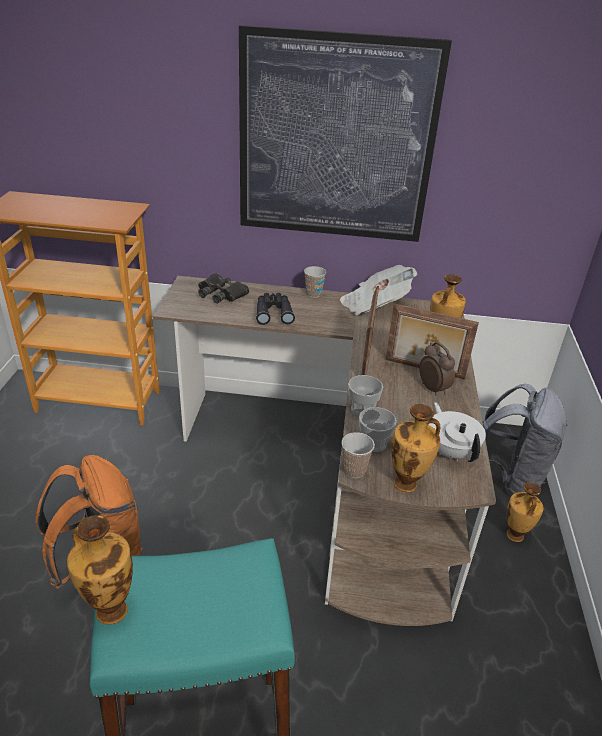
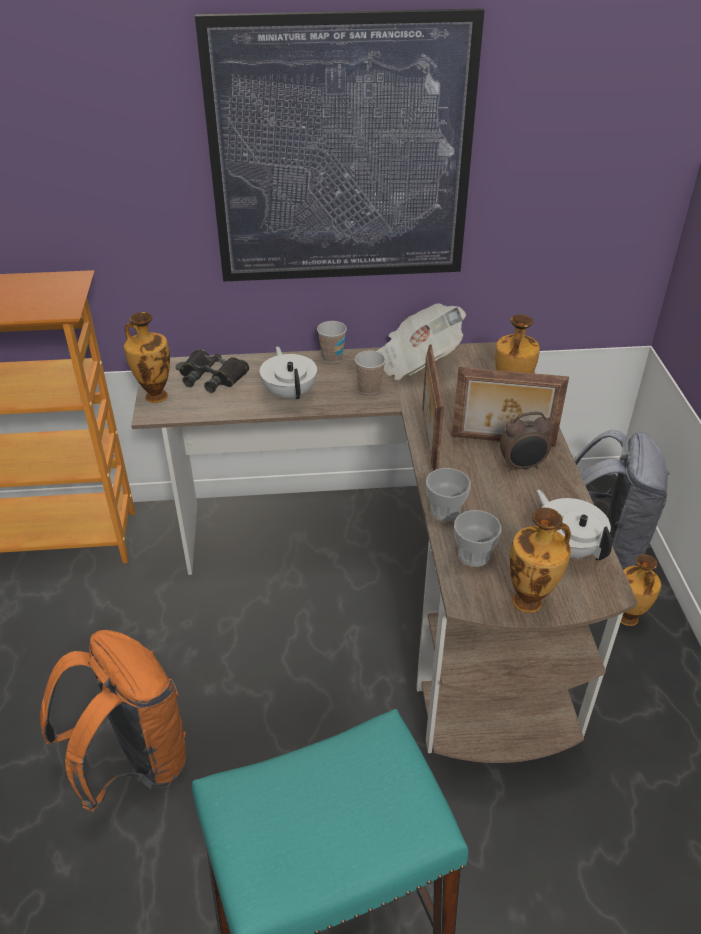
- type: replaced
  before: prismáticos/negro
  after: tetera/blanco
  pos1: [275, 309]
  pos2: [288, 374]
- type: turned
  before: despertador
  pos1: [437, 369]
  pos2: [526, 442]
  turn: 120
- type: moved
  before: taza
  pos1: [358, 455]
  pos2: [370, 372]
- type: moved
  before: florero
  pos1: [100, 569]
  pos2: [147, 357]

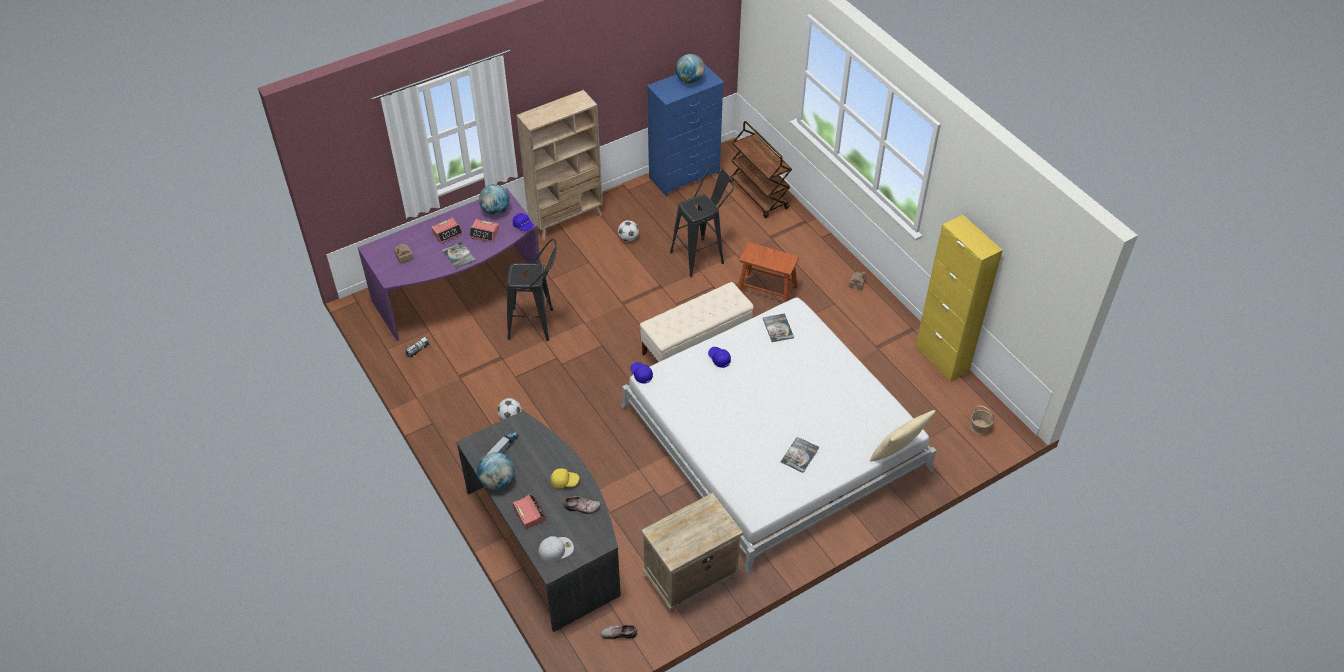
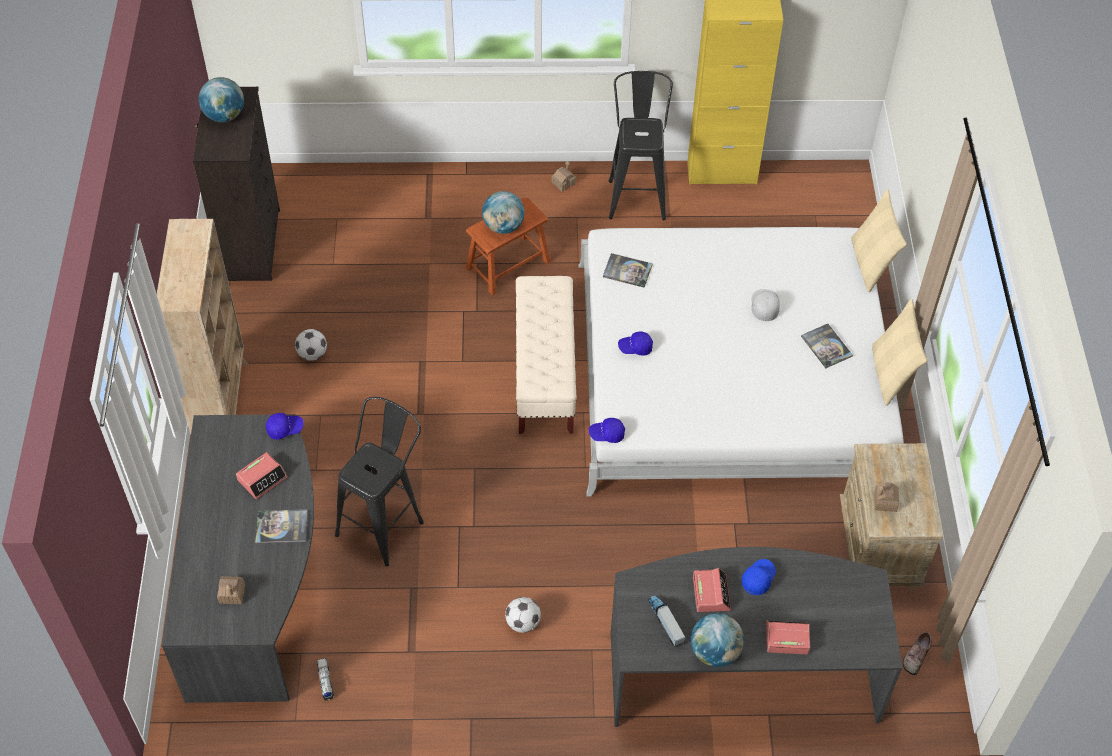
- type: recoloured
  before: cómoda/azul
  after: cómoda/negro
  pos1: [685, 130]
  pos2: [236, 184]
- type: removed
  before: carrito/marrón
  pos1: [760, 169]
- type: moved
  before: taburete/negro
  pos1: [702, 221]
  pos2: [641, 145]
- type: moved
  before: globo terráqueo
  pos1: [494, 199]
  pos2: [503, 212]
- type: recoloured
  before: escritorio/morado
  after: escritorio/gris
  pos1: [449, 264]
  pos2: [237, 558]
- type: moved
  before: despertador
  pos1: [447, 231]
  pos2: [712, 590]
- type: removed
  before: cesta
  pos1: [982, 420]
- type: recoloured
  before: gorra/amarillo
  after: gorra/azul
  pos1: [564, 478]
  pos2: [758, 577]
- type: removed
  before: zapato
  pos1: [582, 505]
- type: moved
  before: gorra/blanco
  pos1: [556, 549]
  pos2: [766, 305]
- type: added
  after: cojín/beis
  pos2: [899, 352]
- type: added
  after: casita
  pos2: [886, 497]

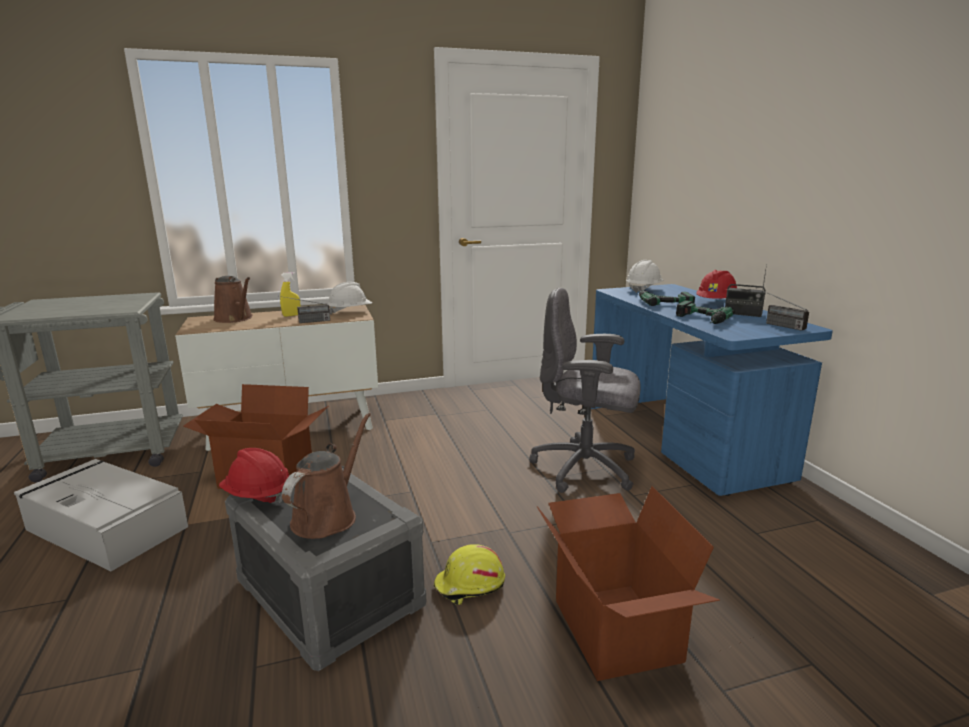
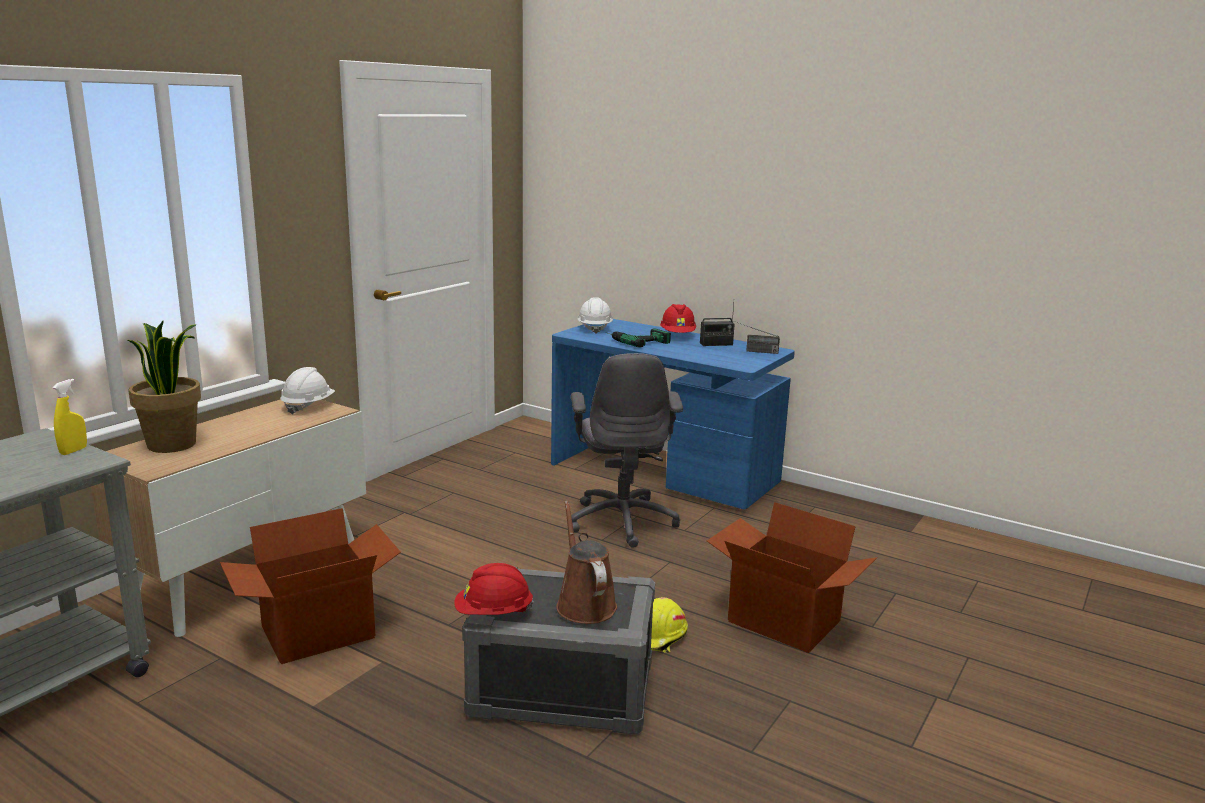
- type: moved
  before: pulverizador/amarillo
  pos1: [290, 294]
  pos2: [70, 417]
- type: replaced
  before: regadera/marrón
  after: planta en maceta
  pos1: [233, 299]
  pos2: [164, 387]
- type: turned
  before: silla de oficina/gris
  pos1: [584, 390]
  pos2: [627, 450]
  turn: -75
- type: removed
  before: radio
  pos1: [304, 309]
- type: removed
  before: taladro
  pos1: [705, 312]
- type: removed
  before: caja de almacenaje/gris
  pos1: [101, 515]

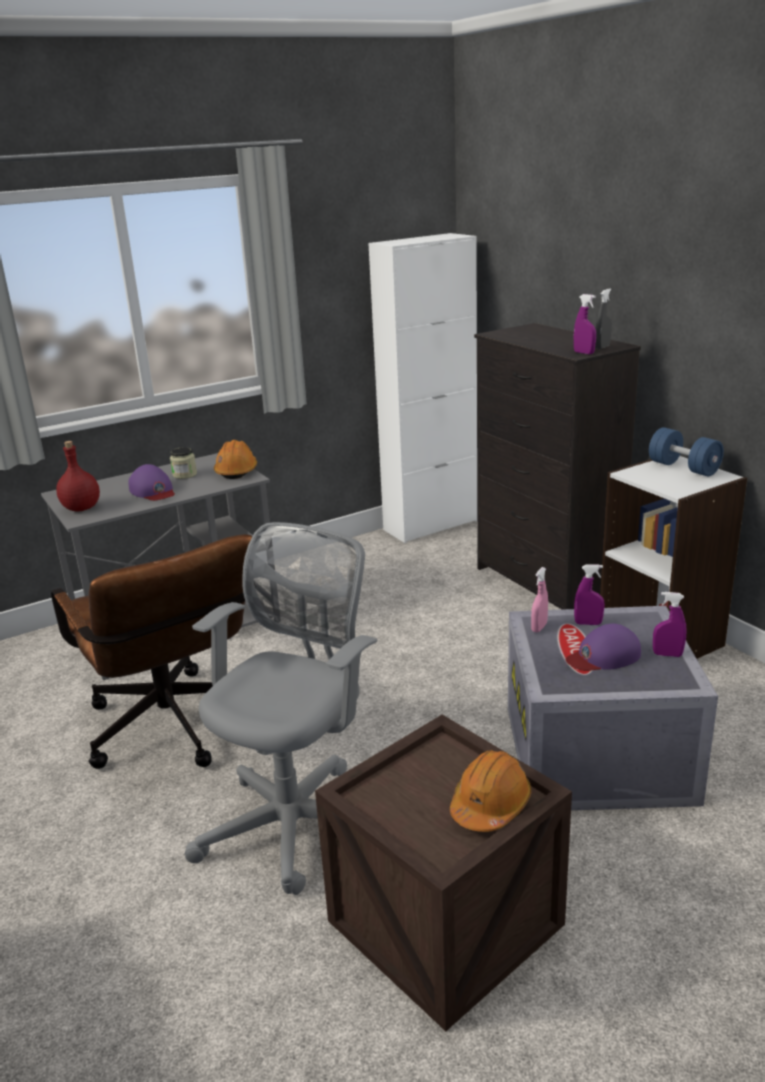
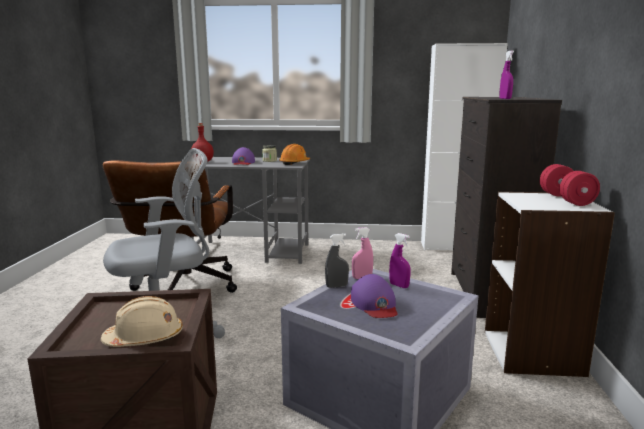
- type: moved
  before: pulverizador/gris
  pos1: [603, 319]
  pos2: [337, 261]
- type: recoloured
  before: mancuerna/azul
  after: mancuerna/rojo
  pos1: [686, 451]
  pos2: [570, 185]
- type: removed
  before: pulverizador/morado
  pos1: [669, 624]
- type: turned
  before: gorra/morado
  pos1: [603, 647]
  pos2: [374, 296]
  turn: -120
- type: recoloured
  before: casco/naranja
  after: casco/beis
  pos1: [491, 791]
  pos2: [142, 321]

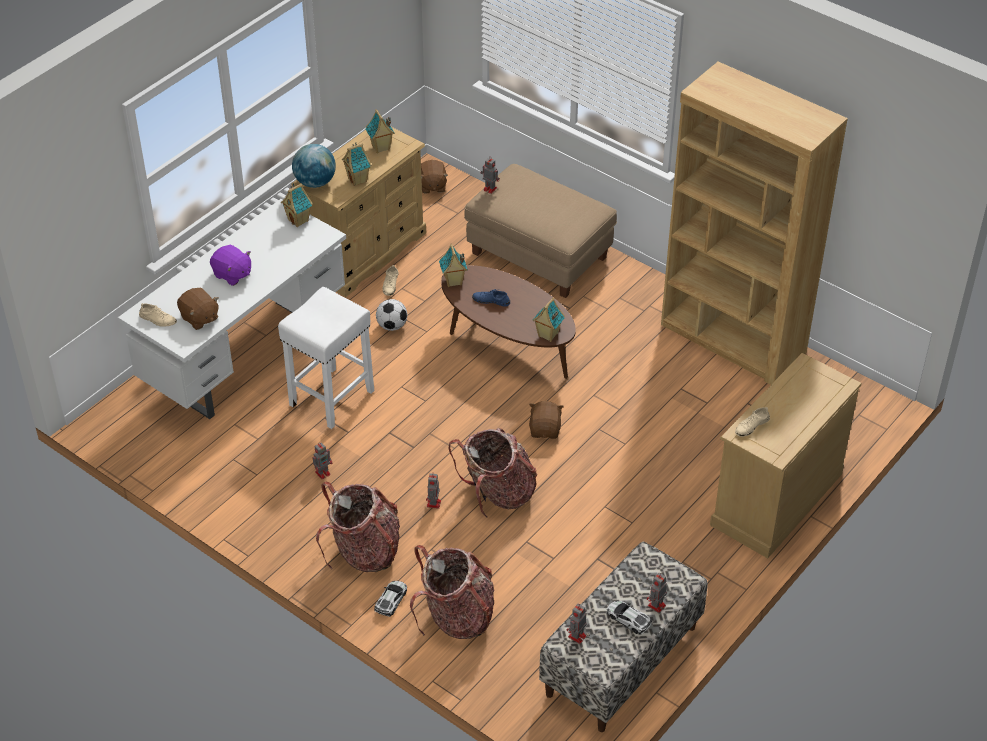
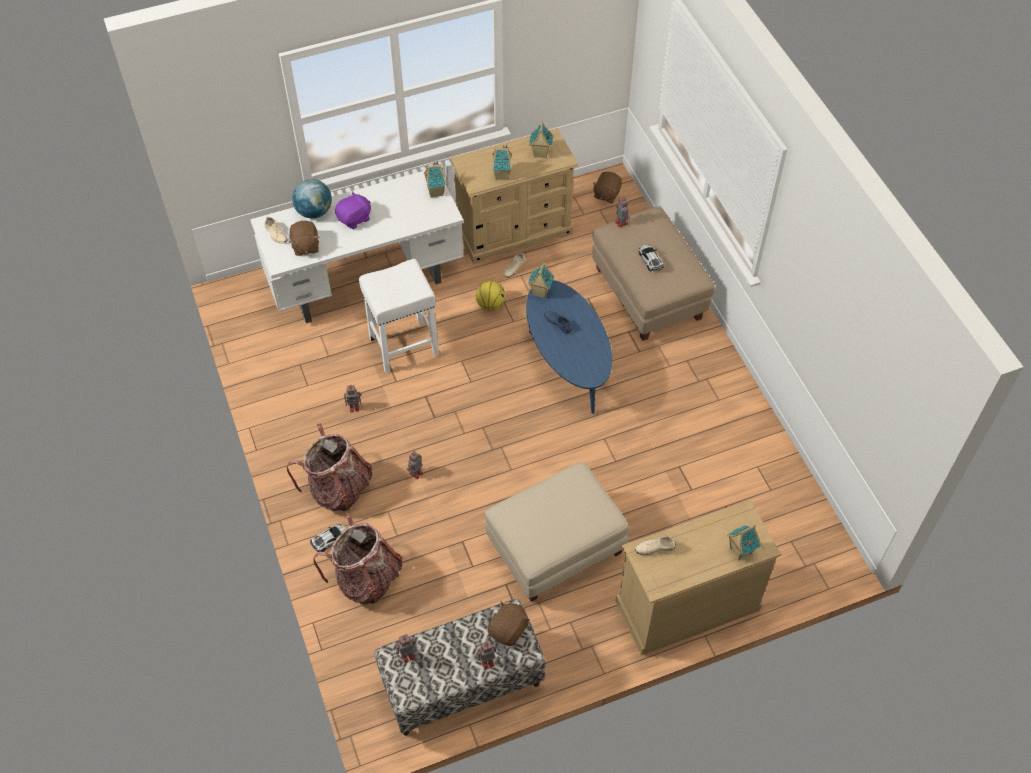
- type: removed
  before: estantería/marrón
  pos1: [754, 223]
- type: moved
  before: globo terráqueo
  pos1: [314, 166]
  pos2: [312, 199]
- type: turned
  before: peluche/morado
  pos1: [230, 265]
  pos2: [353, 210]
  turn: -105
- type: recoloured
  before: mesa de centro/marrón
  after: mesa de centro/azul
  pos1: [508, 322]
  pos2: [569, 347]
- type: moved
  before: casita
  pos1: [549, 319]
  pos2: [744, 542]
- type: replaced
  before: balón de fútbol
  after: balón de baloncesto
  pos1: [391, 315]
  pos2: [490, 296]
- type: moved
  before: peluche/marrón
  pos1: [546, 420]
  pos2: [509, 623]
- type: removed
  before: mochila
  pos1: [493, 472]
- type: moved
  before: coche de juguete
  pos1: [629, 618]
  pos2: [651, 258]
- type: added
  after: puf/beis
  pos2: [557, 532]

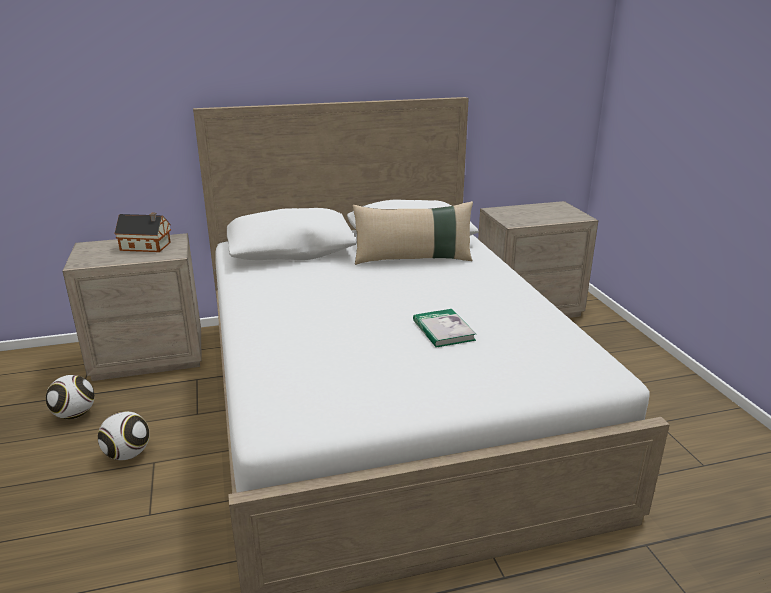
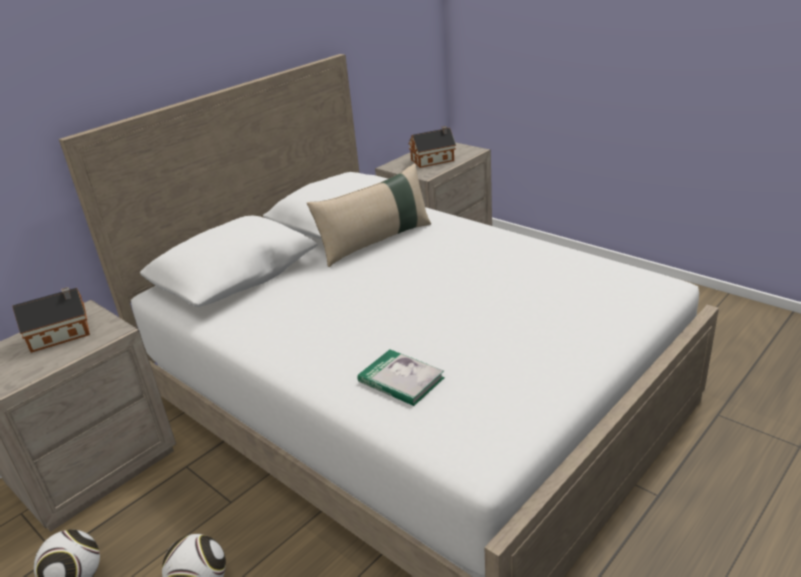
- type: moved
  before: libro
  pos1: [444, 328]
  pos2: [401, 377]
- type: added
  after: casita
  pos2: [432, 147]

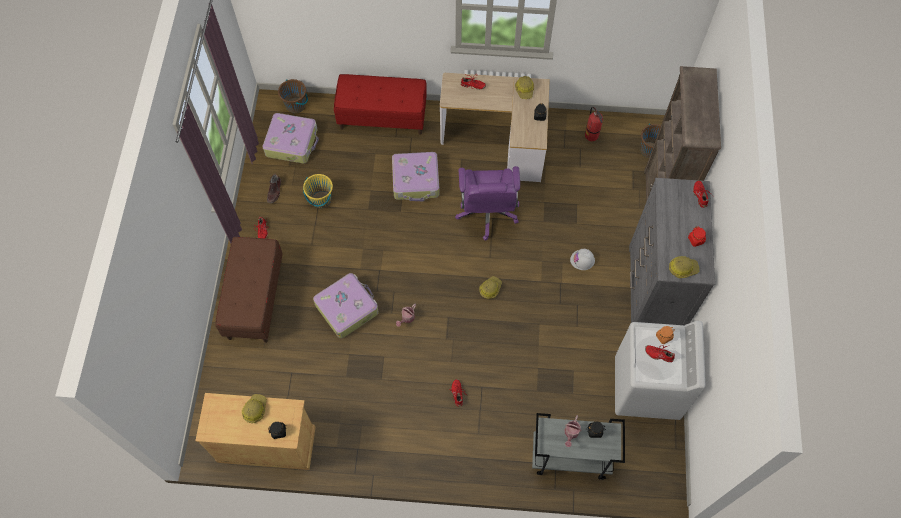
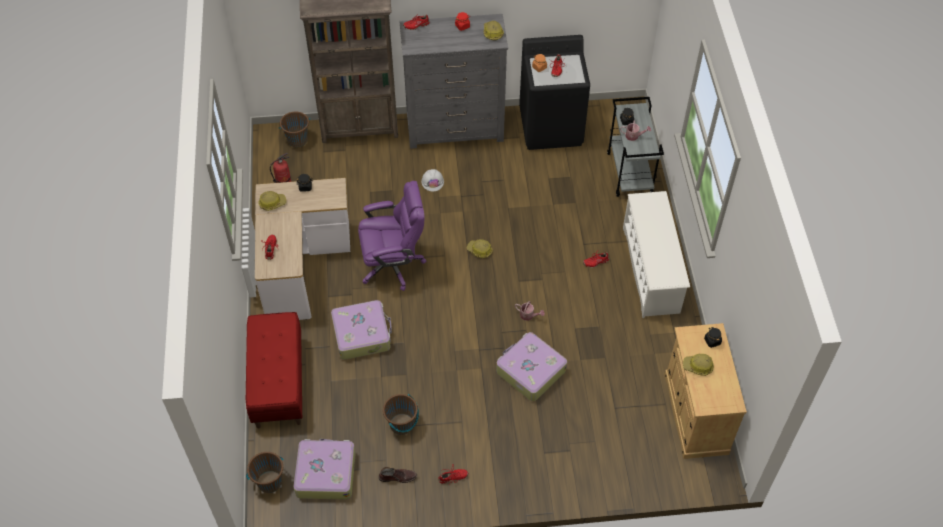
- type: recoloured
  before: cubo/amarillo
  after: cubo/marrón
  pos1: [318, 191]
  pos2: [401, 414]
- type: removed
  before: banco/marrón
  pos1: [249, 290]
- type: recoloured
  before: lavadora/blanco
  after: lavadora/negro
  pos1: [660, 370]
  pos2: [554, 92]
- type: added
  after: zapatero/blanco
  pos2: [656, 254]

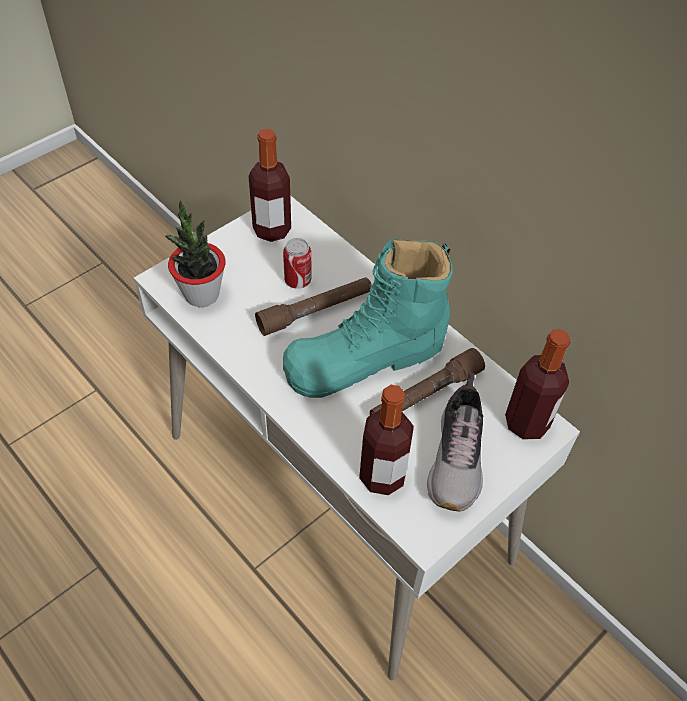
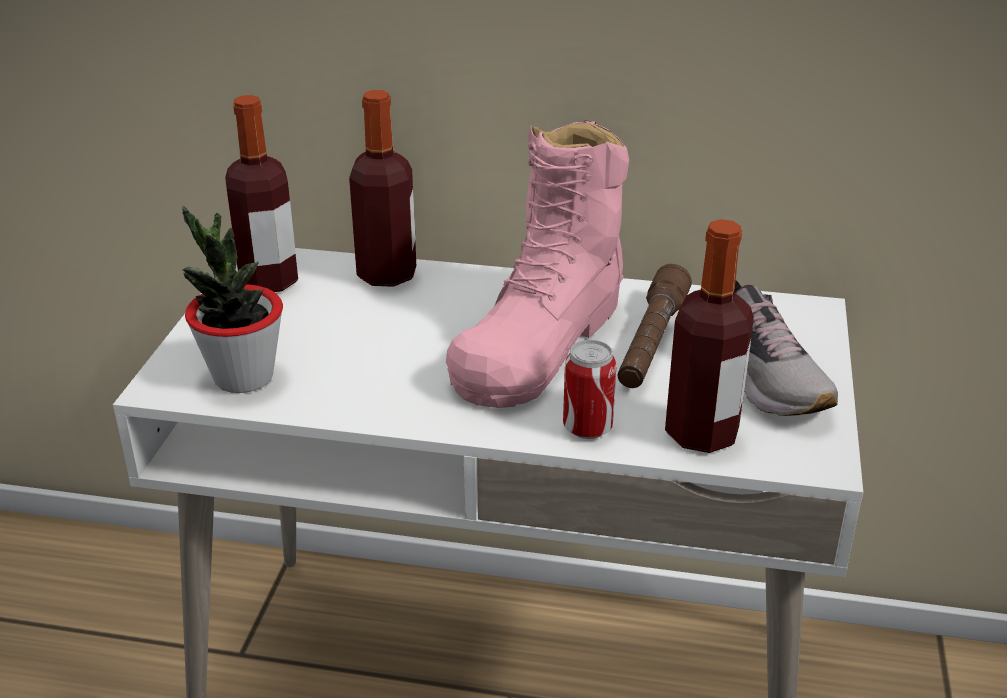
- type: moved
  before: lata
  pos1: [297, 263]
  pos2: [590, 389]
- type: recoloured
  before: bota/turquesa
  after: bota/rosa
  pos1: [368, 318]
  pos2: [537, 264]
- type: removed
  before: linterna/marrón
  pos1: [313, 306]
- type: moved
  before: botella
  pos1: [537, 384]
  pos2: [382, 188]

